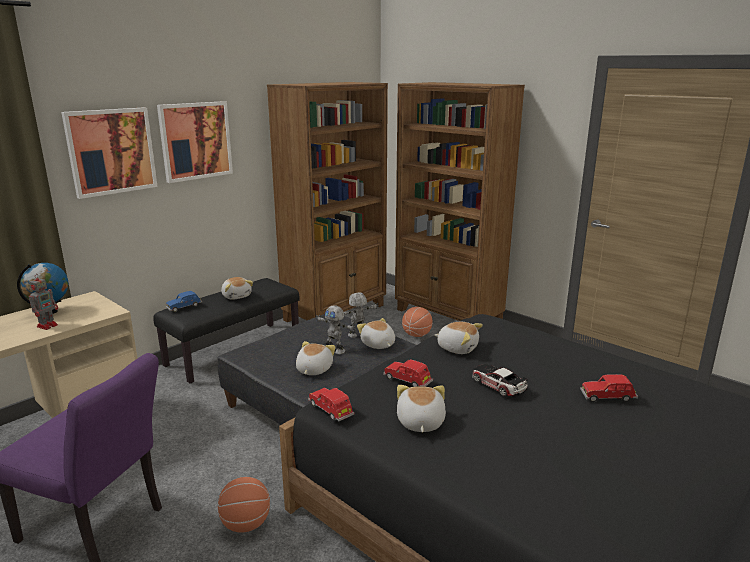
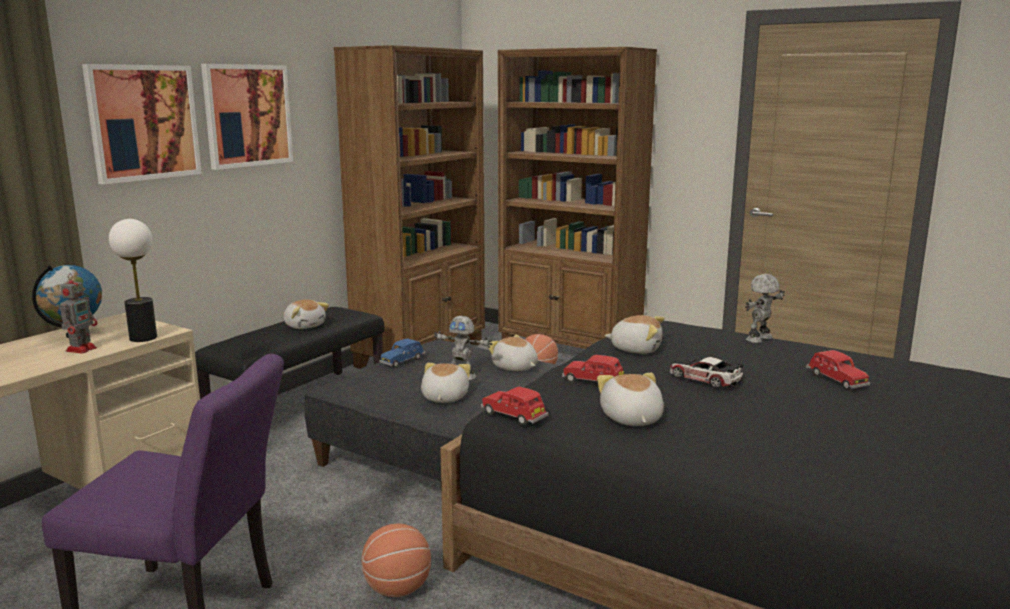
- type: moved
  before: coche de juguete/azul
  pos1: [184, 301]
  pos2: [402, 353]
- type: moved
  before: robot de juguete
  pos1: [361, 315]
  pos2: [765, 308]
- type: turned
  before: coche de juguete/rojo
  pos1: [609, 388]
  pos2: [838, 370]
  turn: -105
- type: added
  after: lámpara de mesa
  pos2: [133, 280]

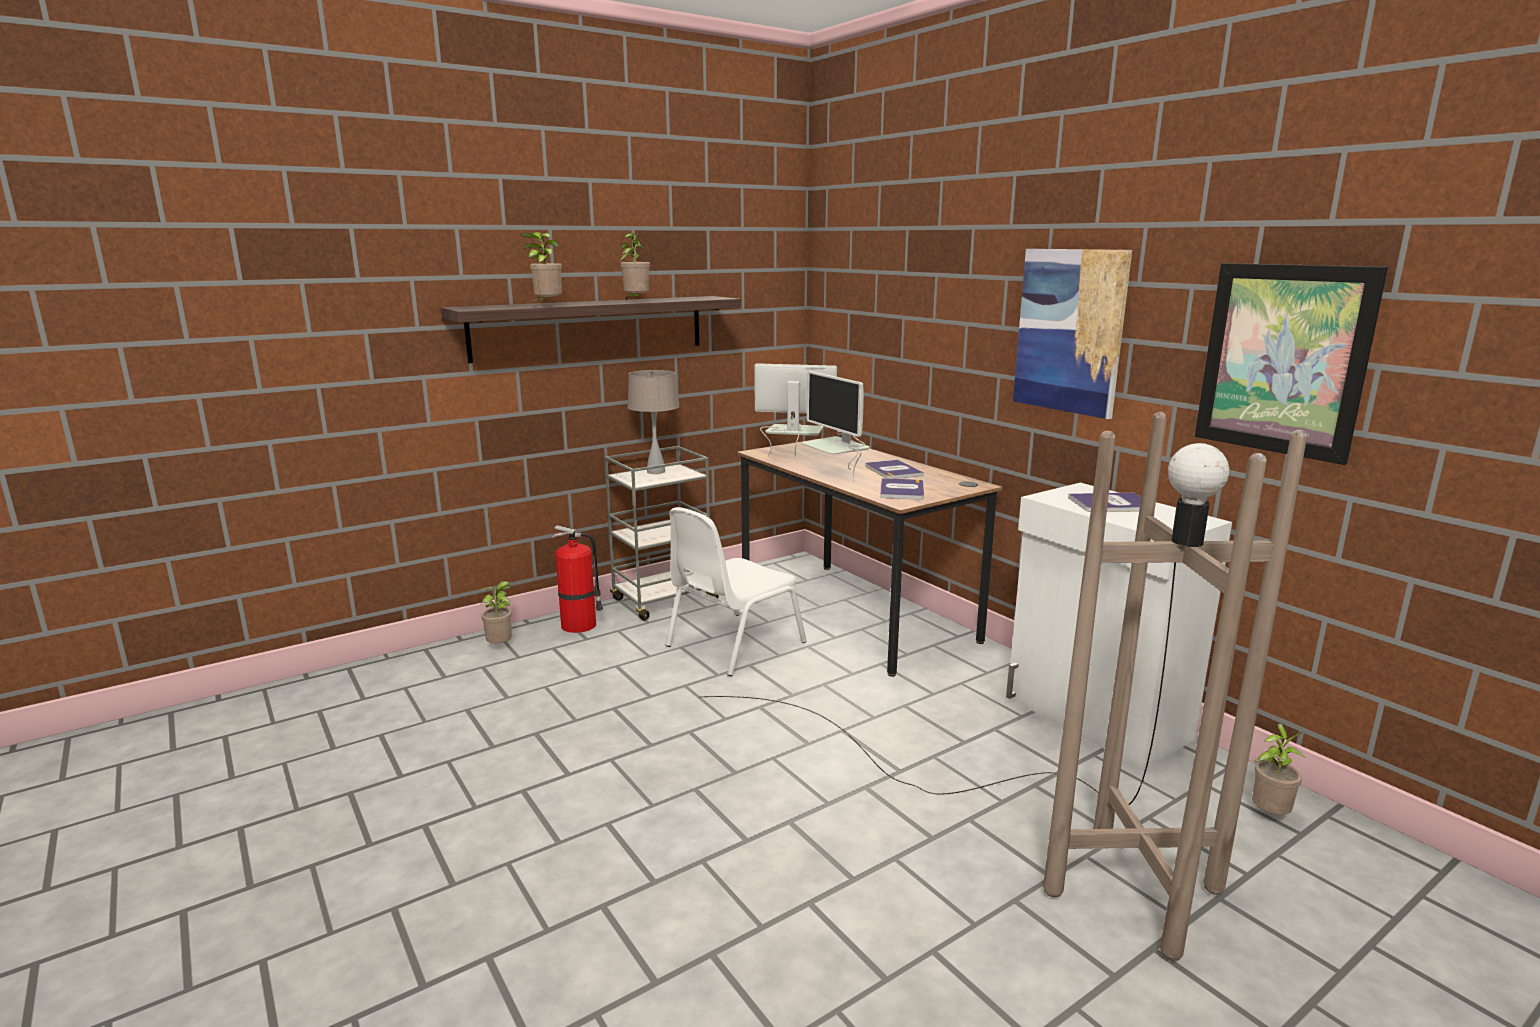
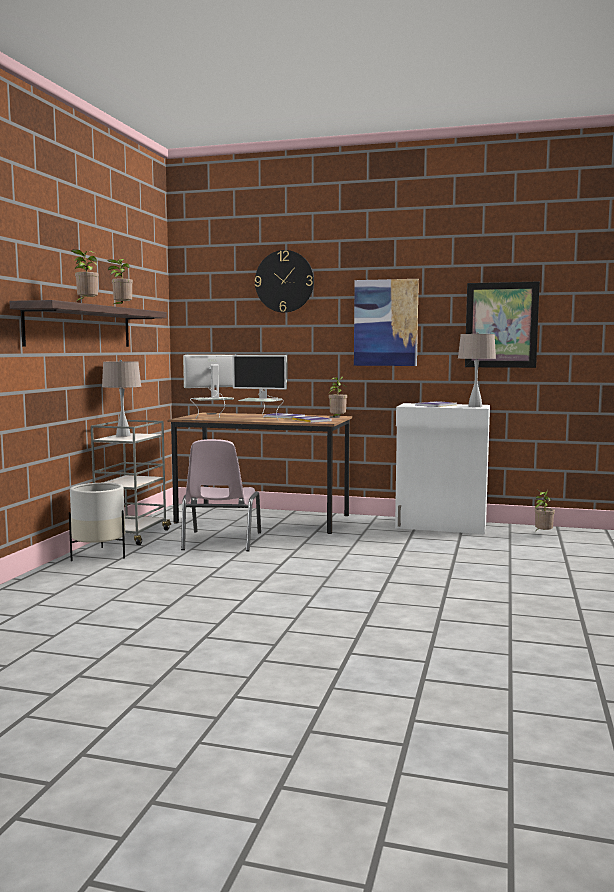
- type: removed
  before: lámpara de pie/marrón
  pos1: [1004, 686]
- type: recoloured
  before: silla/blanco
  after: silla/rosa
  pos1: [736, 591]
  pos2: [221, 495]
- type: replaced
  before: extintor
  after: maceta/blanco
  pos1: [577, 579]
  pos2: [97, 522]
- type: moved
  before: planta en maceta
  pos1: [496, 612]
  pos2: [337, 396]
- type: added
  after: reloj de pared
  pos2: [284, 281]
- type: added
  after: lámpara de mesa/beis
  pos2: [477, 369]

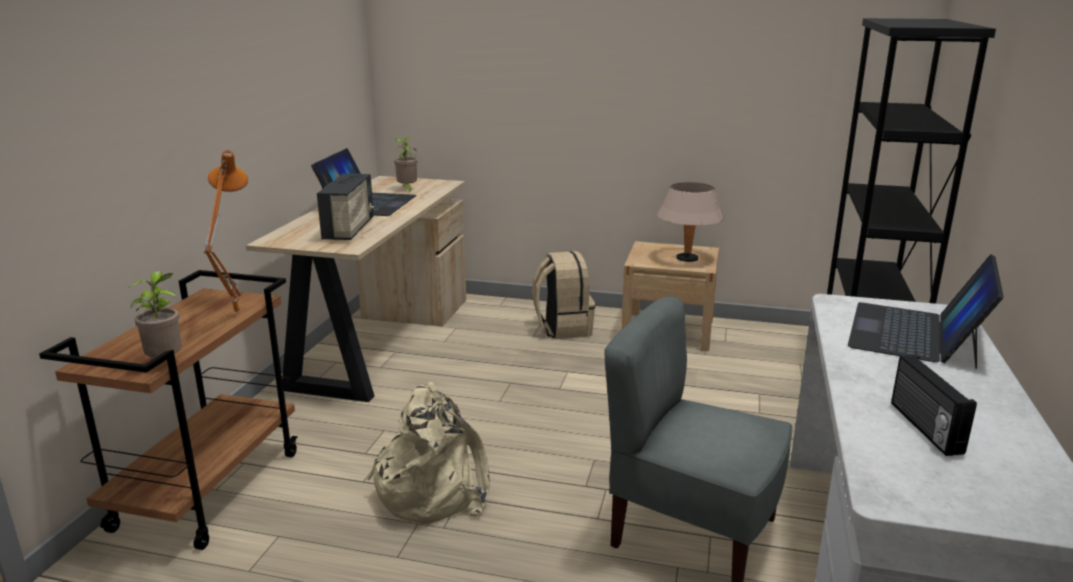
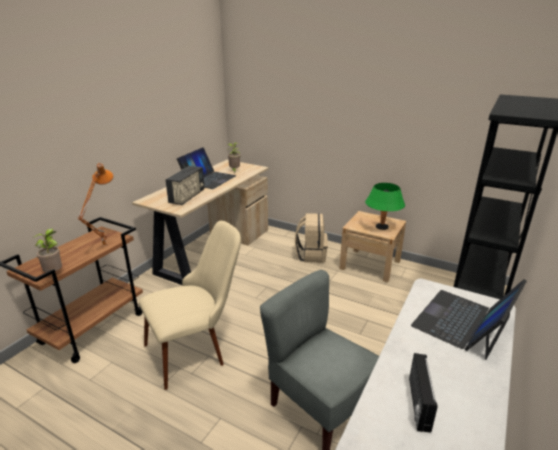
- type: recoloured
  before: lámpara de mesa/beis
  after: lámpara de mesa/verde
  pos1: [690, 222]
  pos2: [385, 206]
- type: replaced
  before: mochila/beis
  after: silla/beis
  pos1: [428, 453]
  pos2: [190, 305]

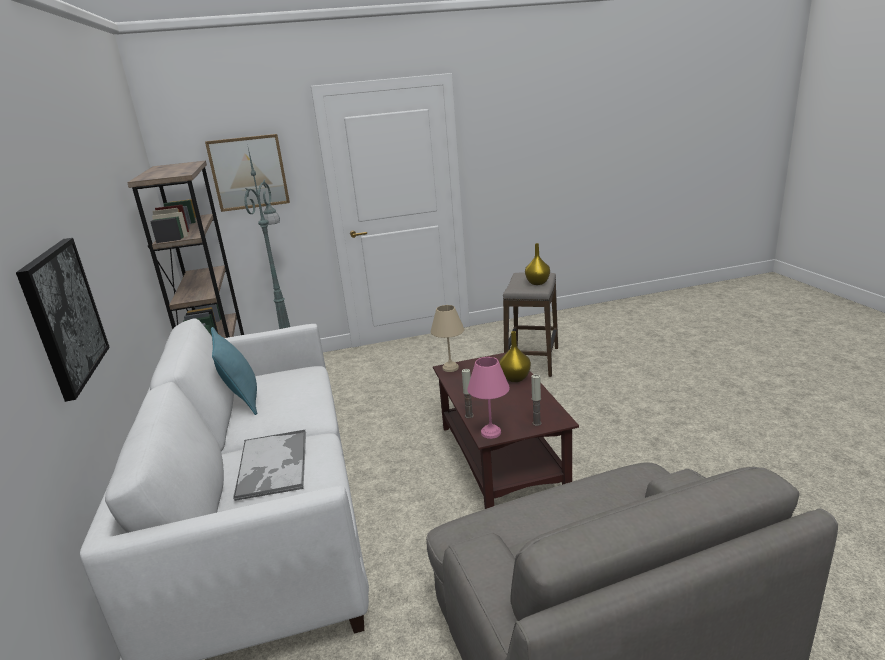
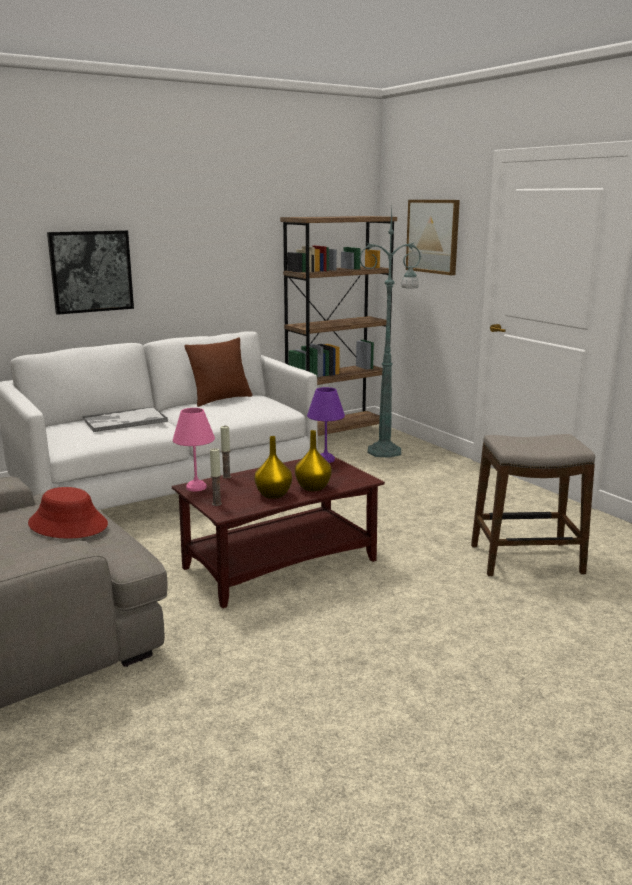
- type: moved
  before: florero/amarillo
  pos1: [537, 264]
  pos2: [273, 467]
- type: recoloured
  before: lámpara de mesa/beis
  after: lámpara de mesa/morado
  pos1: [447, 338]
  pos2: [326, 425]
- type: recoloured
  before: cojín/turquesa
  after: cojín/marrón
  pos1: [234, 371]
  pos2: [218, 372]
- type: added
  after: sombrero/rojo
  pos2: [68, 513]

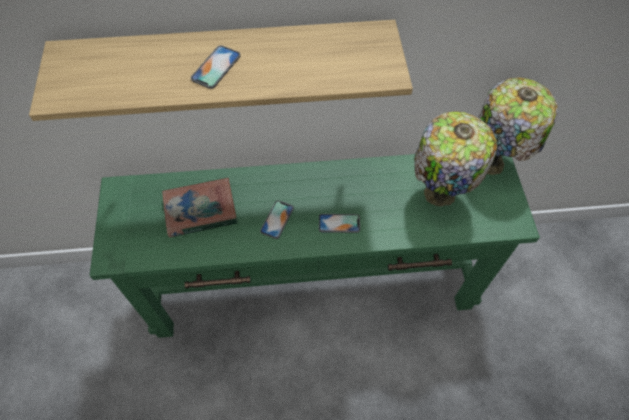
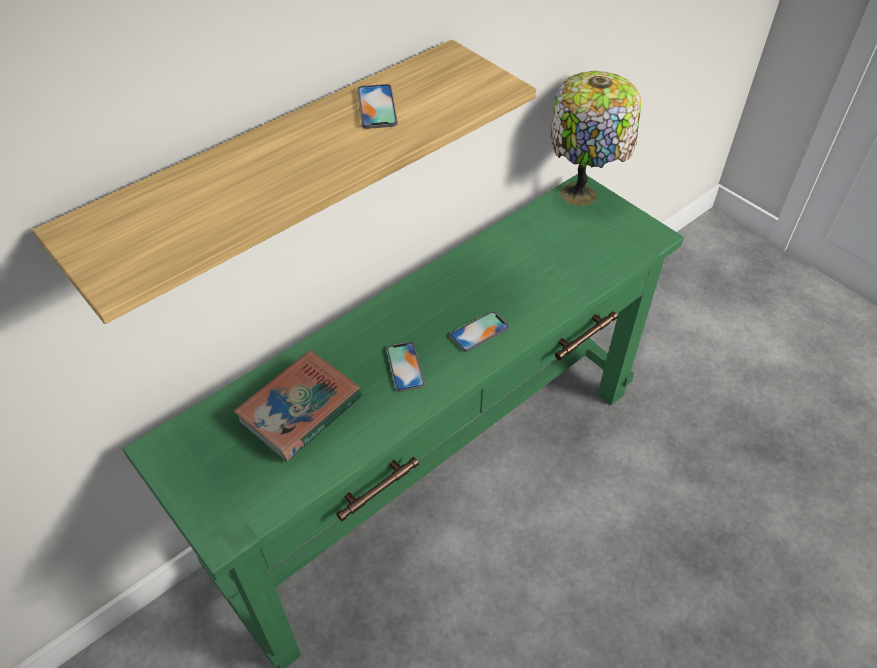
- type: moved
  before: móvil
  pos1: [215, 67]
  pos2: [377, 106]
- type: removed
  before: lámpara de mesa
  pos1: [455, 159]

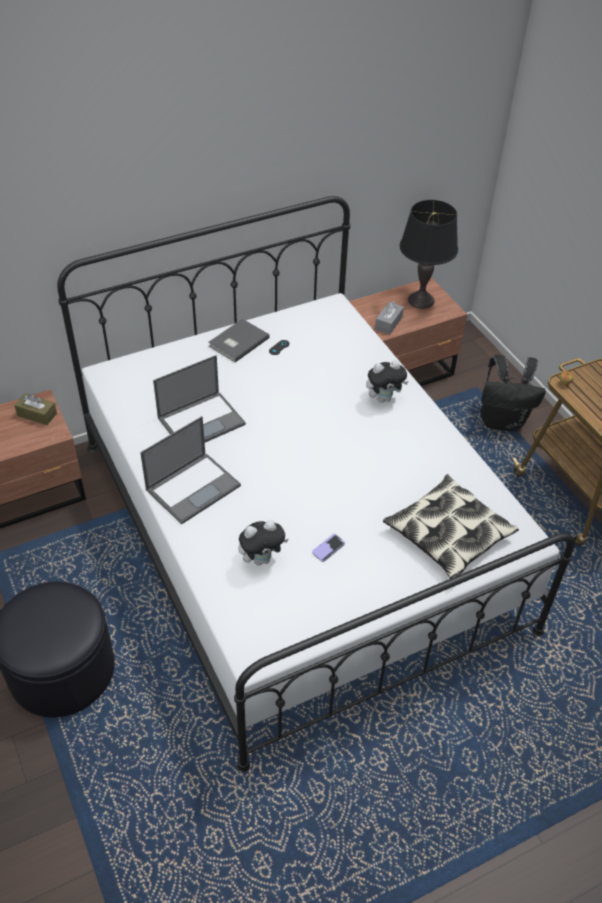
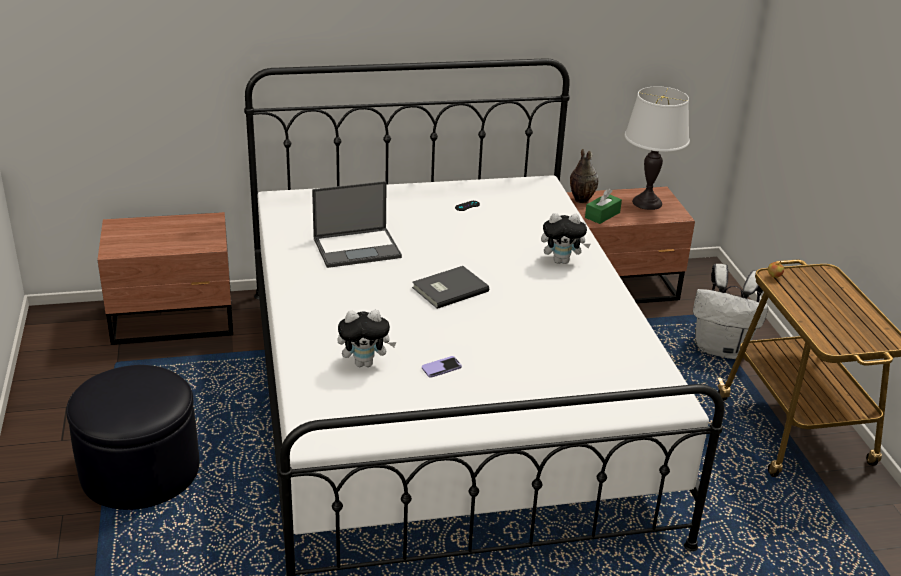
- type: recoloured
  before: lámpara de mesa/negro
  after: lámpara de mesa/blanco
  pos1: [429, 254]
  pos2: [657, 148]
- type: recoloured
  before: caja de pañuelos/gris
  after: caja de pañuelos/verde
  pos1: [389, 317]
  pos2: [603, 206]
- type: moved
  before: libro/gris
  pos1: [239, 340]
  pos2: [450, 287]
- type: recoloured
  before: mochila/negro
  after: mochila/blanco
  pos1: [513, 393]
  pos2: [730, 311]
- type: removed
  before: caja de pañuelos/marrón
  pos1: [35, 409]
- type: removed
  before: portátil
  pos1: [190, 470]
- type: removed
  before: cojín
  pos1: [451, 526]
- type: added
  after: florero
  pos2: [584, 176]

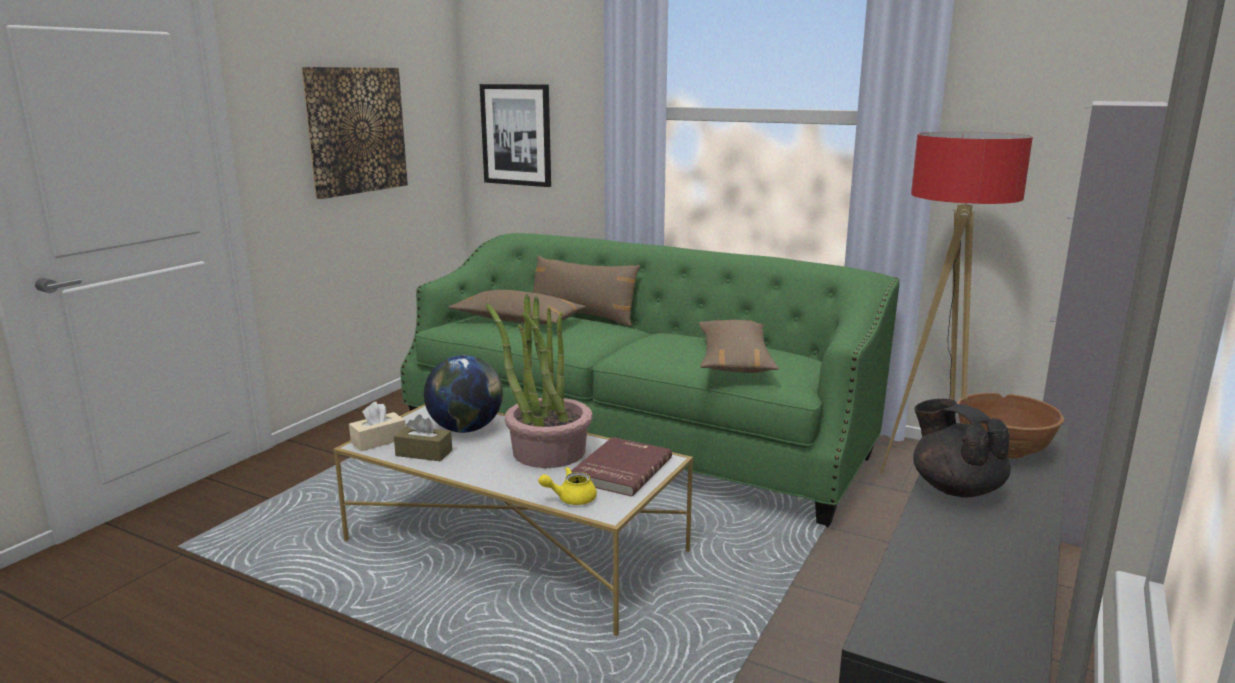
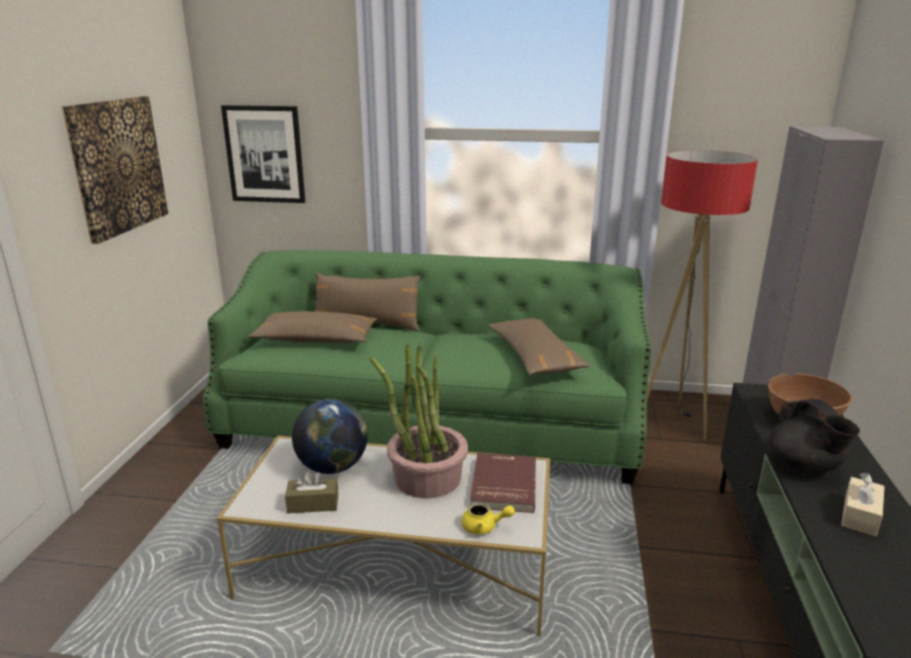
- type: turned
  before: tetera/negro
  pos1: [962, 448]
  pos2: [814, 436]
  turn: -150
- type: moved
  before: caja de pañuelos/beis
  pos1: [377, 426]
  pos2: [862, 504]
- type: turned
  before: tetera/amarillo
  pos1: [567, 486]
  pos2: [488, 518]
  turn: -135

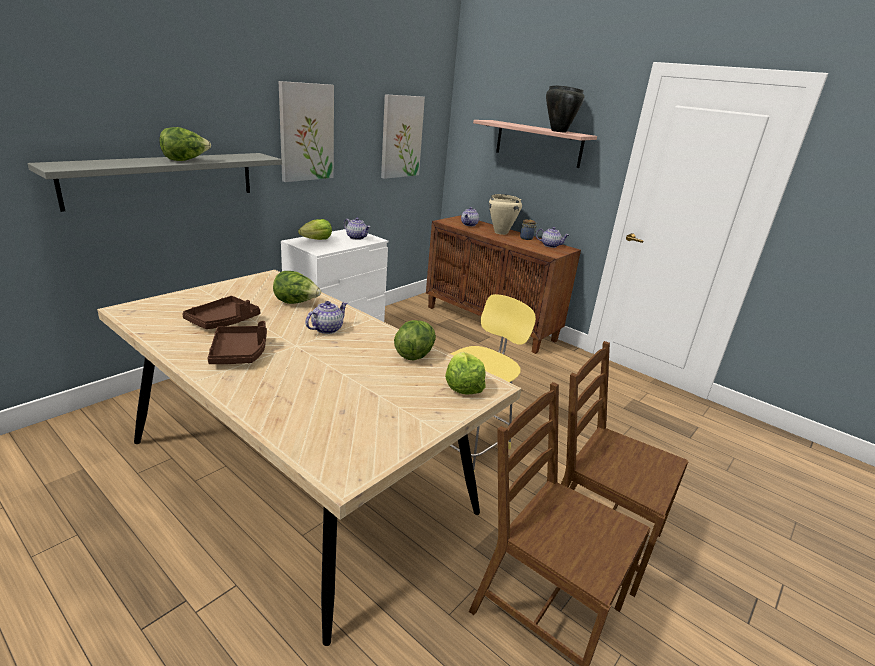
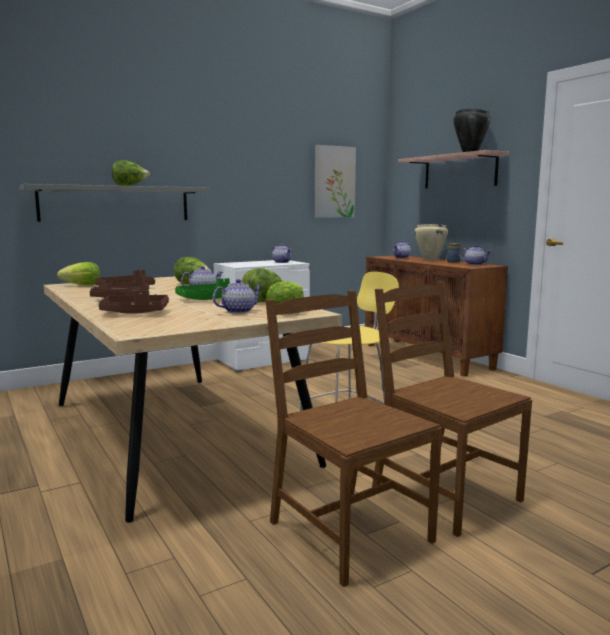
- type: removed
  before: cuadro
  pos1: [306, 131]
- type: moved
  before: lechuga
  pos1: [315, 229]
  pos2: [78, 273]
- type: added
  after: bandeja/verde
  pos2: [202, 289]
- type: added
  after: tetera
  pos2: [237, 296]
- type: added
  after: bandeja/marrón
  pos2: [134, 302]

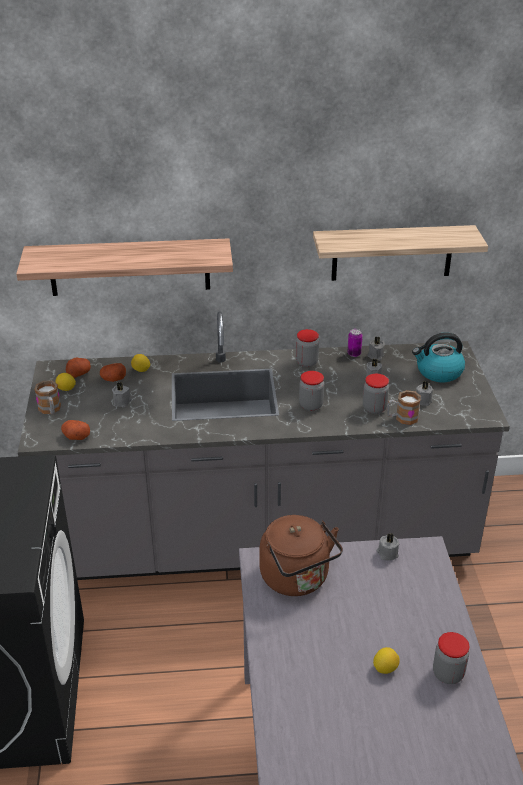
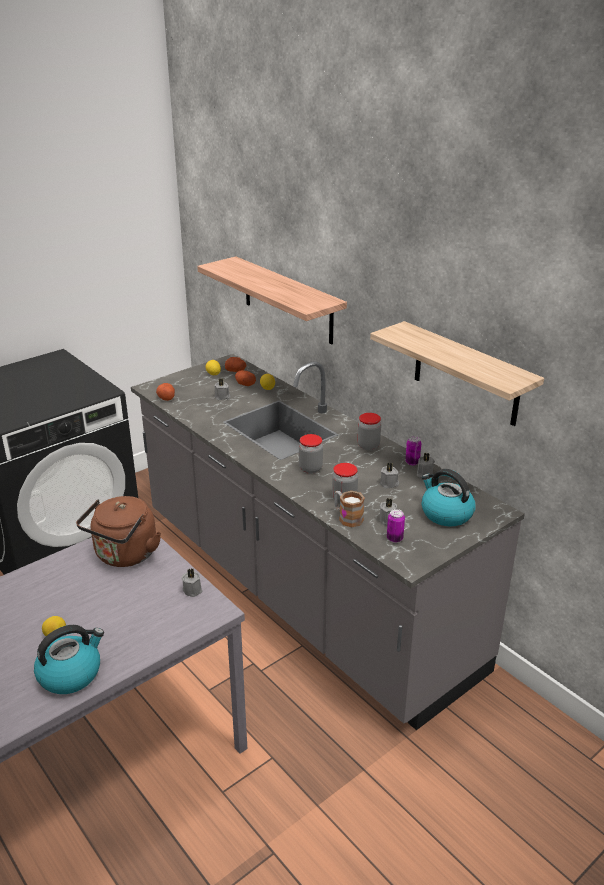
- type: removed
  before: taza grande
  pos1: [47, 398]
- type: replaced
  before: tarro
  after: hervidor
  pos1: [451, 658]
  pos2: [69, 659]
- type: added
  after: lata
  pos2: [396, 526]

